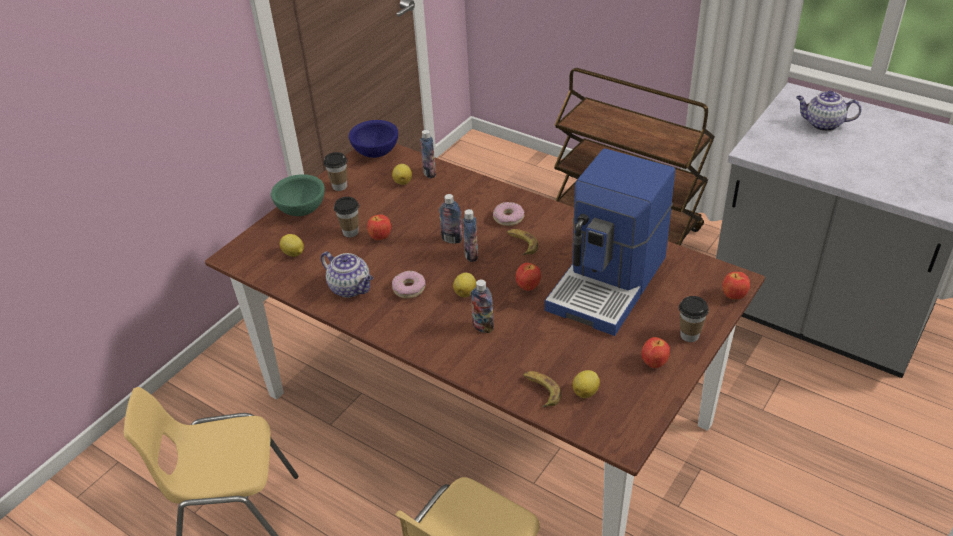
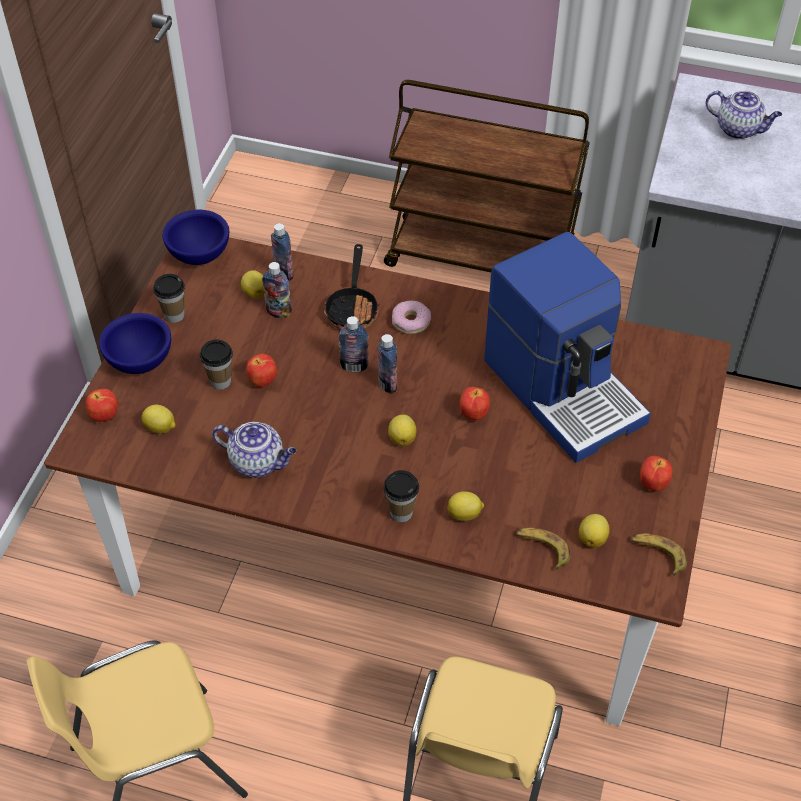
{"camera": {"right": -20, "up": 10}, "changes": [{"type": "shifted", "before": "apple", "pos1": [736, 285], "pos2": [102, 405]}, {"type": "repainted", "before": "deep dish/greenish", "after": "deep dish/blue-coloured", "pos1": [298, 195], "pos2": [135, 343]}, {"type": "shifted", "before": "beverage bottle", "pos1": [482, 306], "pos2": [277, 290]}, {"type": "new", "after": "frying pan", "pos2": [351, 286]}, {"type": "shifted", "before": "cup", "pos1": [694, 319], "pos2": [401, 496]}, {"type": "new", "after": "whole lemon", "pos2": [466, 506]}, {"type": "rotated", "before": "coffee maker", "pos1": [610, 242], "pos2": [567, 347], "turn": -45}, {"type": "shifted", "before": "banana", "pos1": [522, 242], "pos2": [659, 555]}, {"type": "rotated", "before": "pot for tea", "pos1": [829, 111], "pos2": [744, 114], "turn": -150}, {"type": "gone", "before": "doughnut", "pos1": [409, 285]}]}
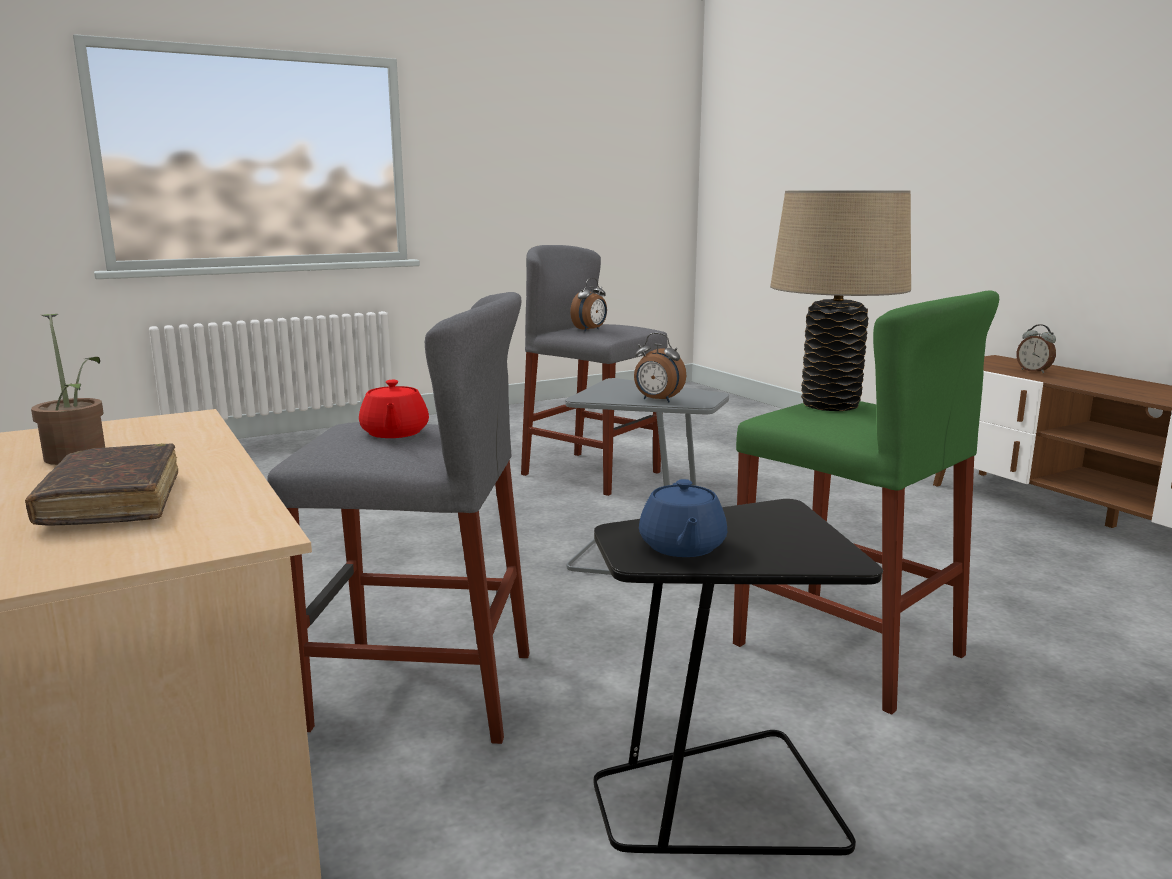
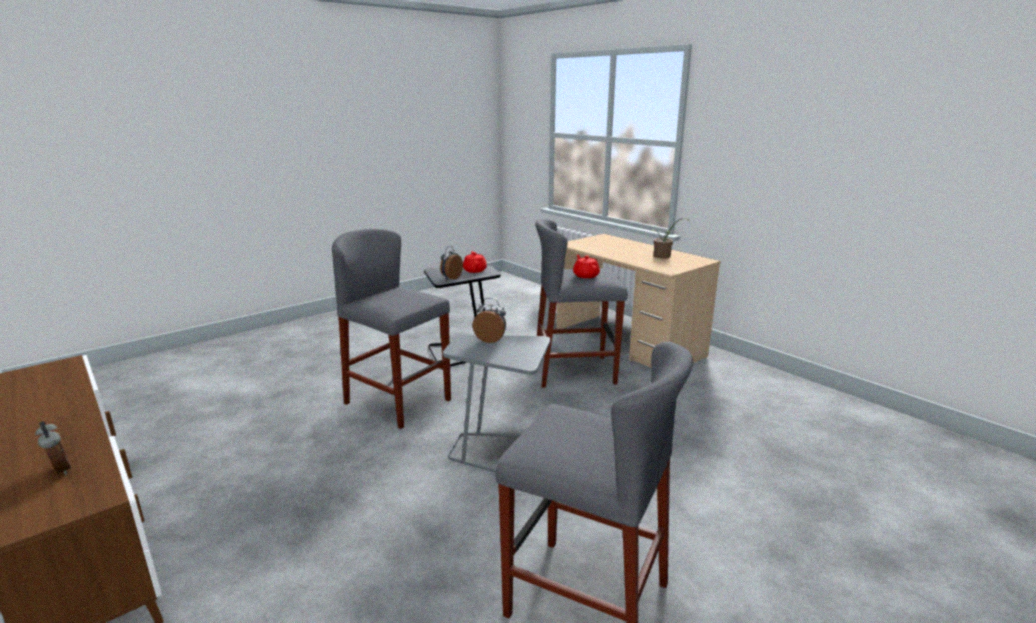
{"camera": {"right": 170, "up": 5}, "changes": [{"type": "repainted", "before": "stool seat/greenish", "after": "stool seat/greyish", "pos1": [866, 502], "pos2": [391, 329]}, {"type": "shifted", "before": "alarm clock", "pos1": [588, 304], "pos2": [451, 263]}, {"type": "repainted", "before": "pot for tea/blue-coloured", "after": "pot for tea/red", "pos1": [683, 518], "pos2": [475, 262]}, {"type": "gone", "before": "bound book/brown-coloured", "pos1": [101, 484]}, {"type": "gone", "before": "table lamp/beige", "pos1": [840, 300]}]}
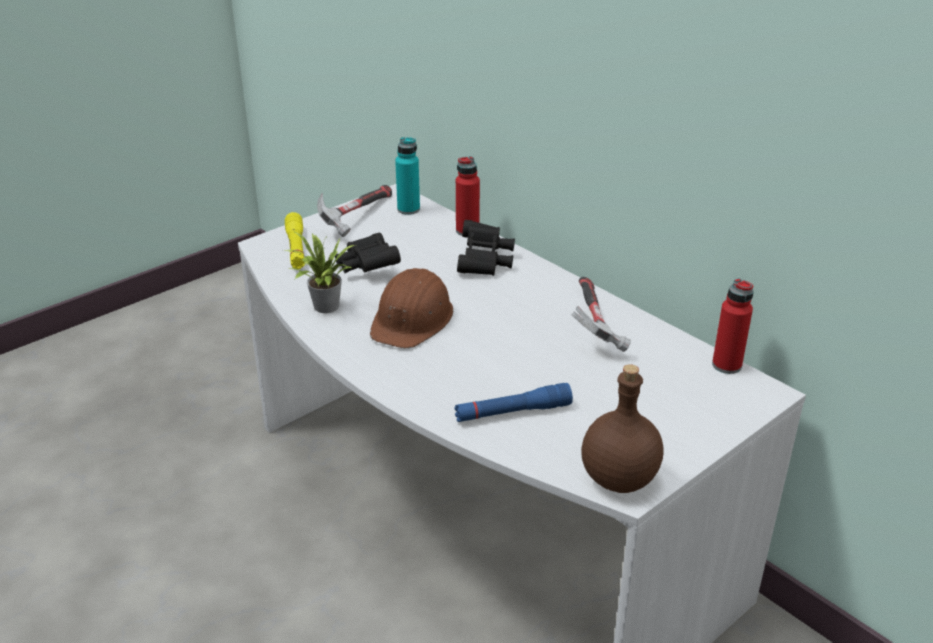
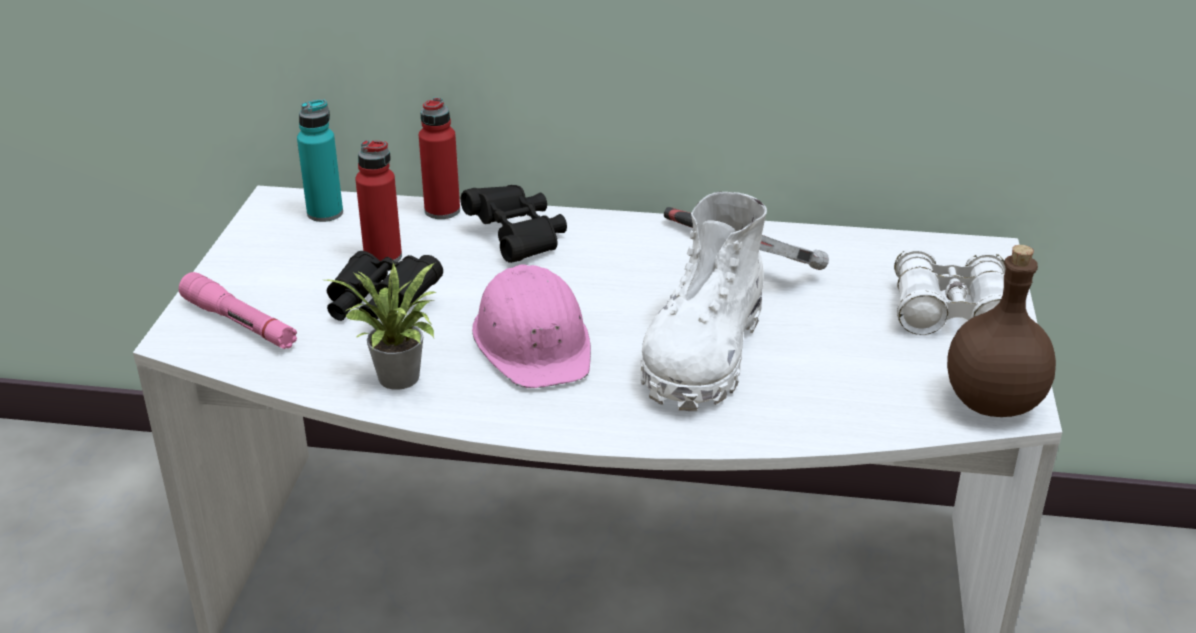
{"camera": {"right": -40, "up": 0}, "changes": [{"type": "repainted", "before": "flashlight/yellow", "after": "flashlight/pink-coloured", "pos1": [295, 240], "pos2": [238, 310]}, {"type": "shifted", "before": "beverage bottle/red", "pos1": [732, 326], "pos2": [378, 201]}, {"type": "repainted", "before": "hard hat/brown-coloured", "after": "hard hat/pink-coloured", "pos1": [411, 308], "pos2": [531, 326]}, {"type": "new", "after": "boot/white-coloured", "pos2": [703, 301]}, {"type": "new", "after": "field glasses/white-coloured", "pos2": [950, 291]}, {"type": "gone", "before": "hand hammer", "pos1": [354, 211]}, {"type": "gone", "before": "flashlight/blue-coloured", "pos1": [513, 402]}]}
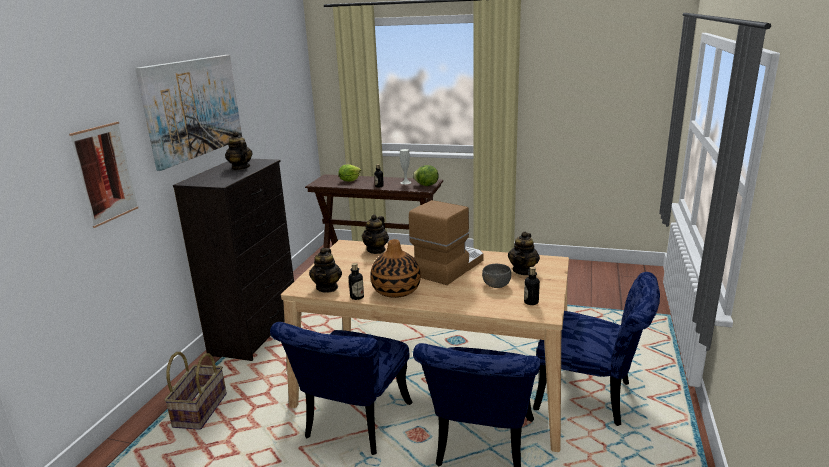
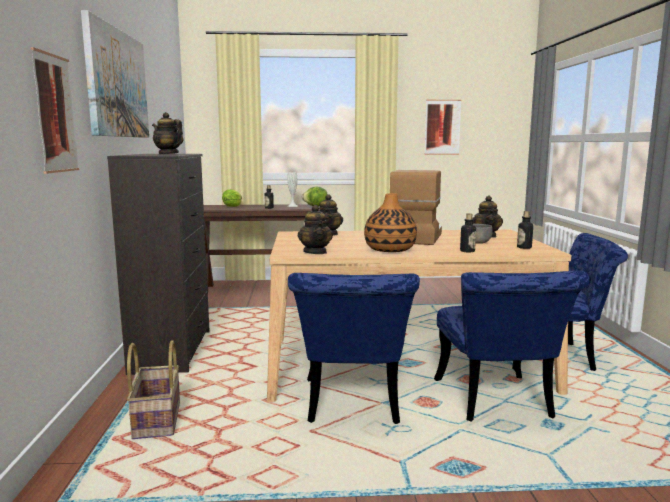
{"camera": {"right": -20, "up": -10}, "changes": [{"type": "new", "after": "wall art", "pos2": [442, 127]}, {"type": "shifted", "before": "beverage bottle", "pos1": [356, 281], "pos2": [468, 232]}]}
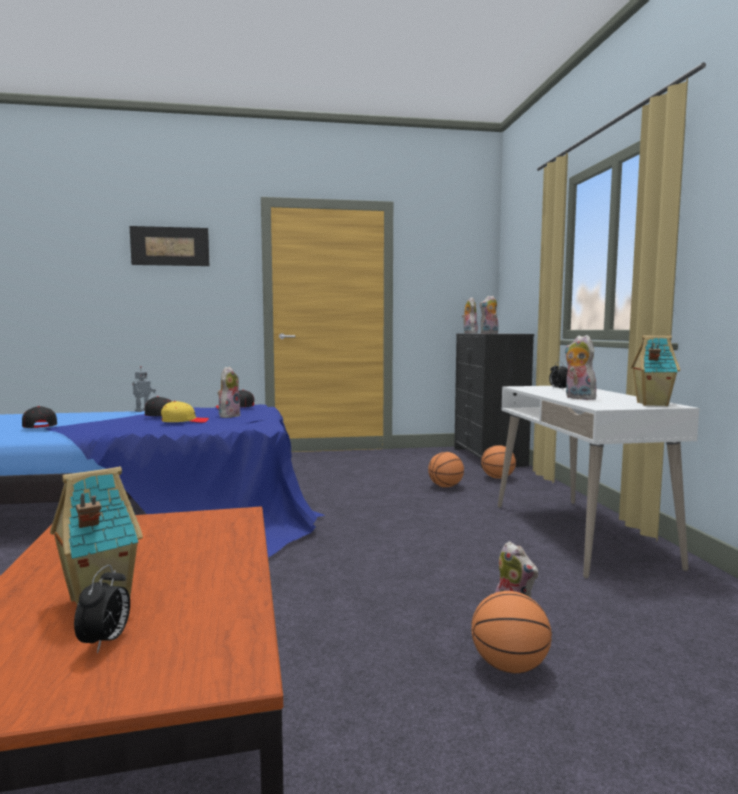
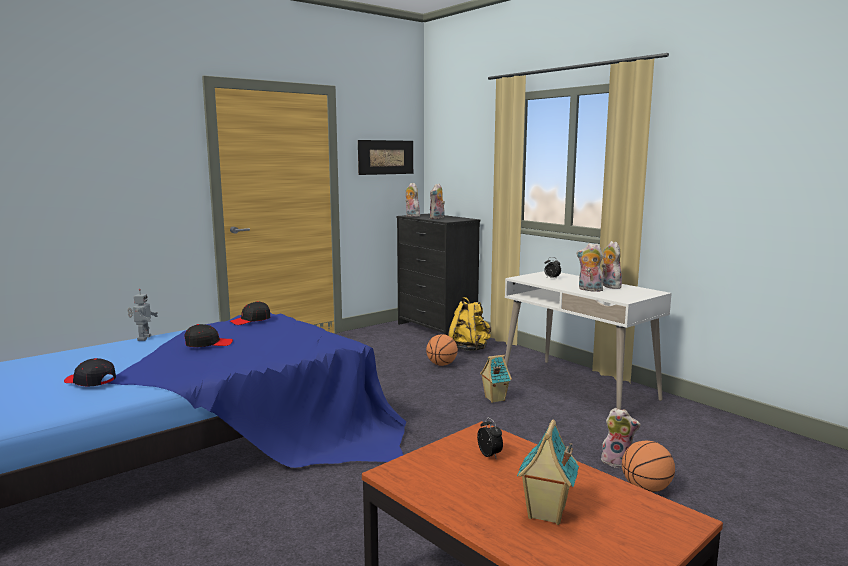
{"camera": {"right": -30, "up": 5}, "changes": [{"type": "shifted", "before": "wall art", "pos1": [169, 246], "pos2": [385, 157]}, {"type": "swapped", "before": "ball for basketball", "after": "backpack/yellow", "pos1": [498, 462], "pos2": [469, 324]}, {"type": "shifted", "before": "alarm clock", "pos1": [102, 609], "pos2": [490, 438]}, {"type": "shifted", "before": "miniature house", "pos1": [655, 370], "pos2": [496, 379]}, {"type": "shifted", "before": "soft toy", "pos1": [229, 392], "pos2": [612, 265]}, {"type": "gone", "before": "baseball cap/yellow", "pos1": [185, 412]}]}
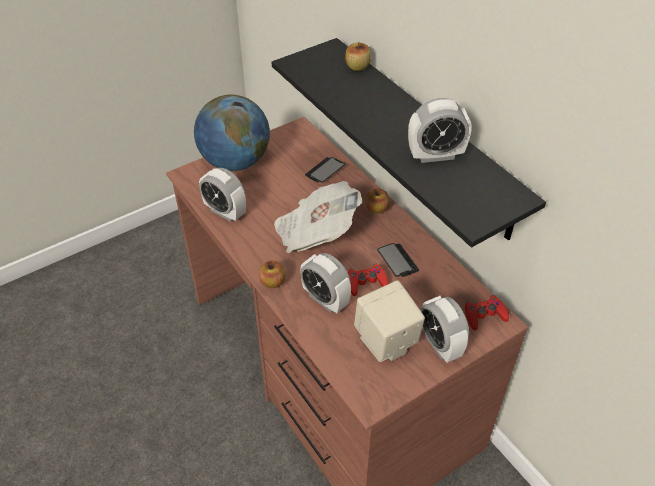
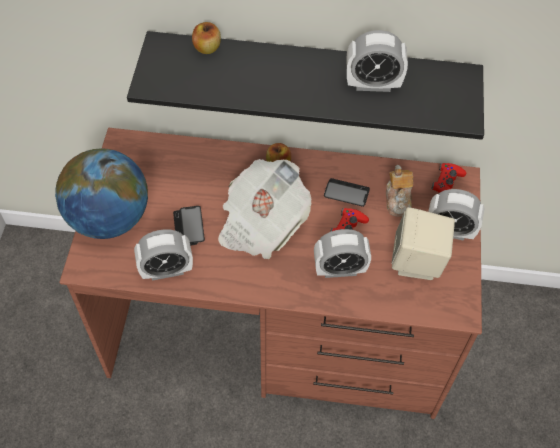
{"camera": {"right": -50, "up": 10}, "changes": [{"type": "shifted", "before": "phone", "pos1": [325, 169], "pos2": [189, 226]}, {"type": "rotated", "before": "alarm clock", "pos1": [439, 130], "pos2": [377, 61], "turn": 60}, {"type": "new", "after": "pot for tea", "pos2": [399, 191]}, {"type": "gone", "before": "apple", "pos1": [272, 274]}]}
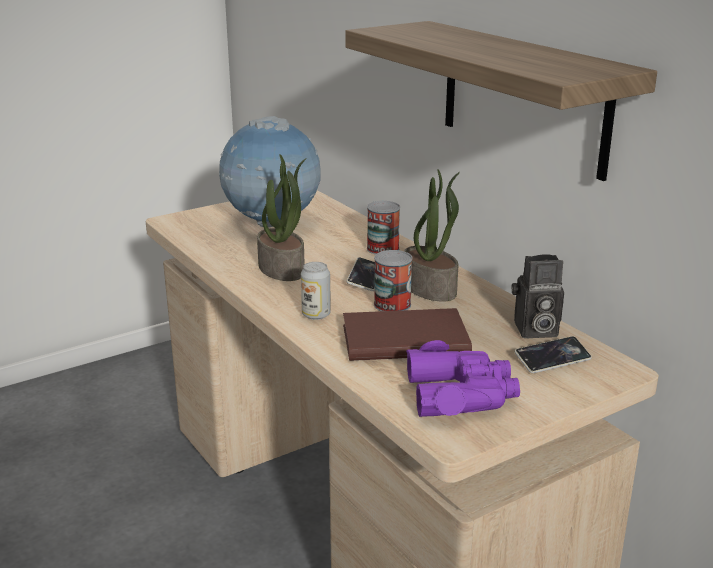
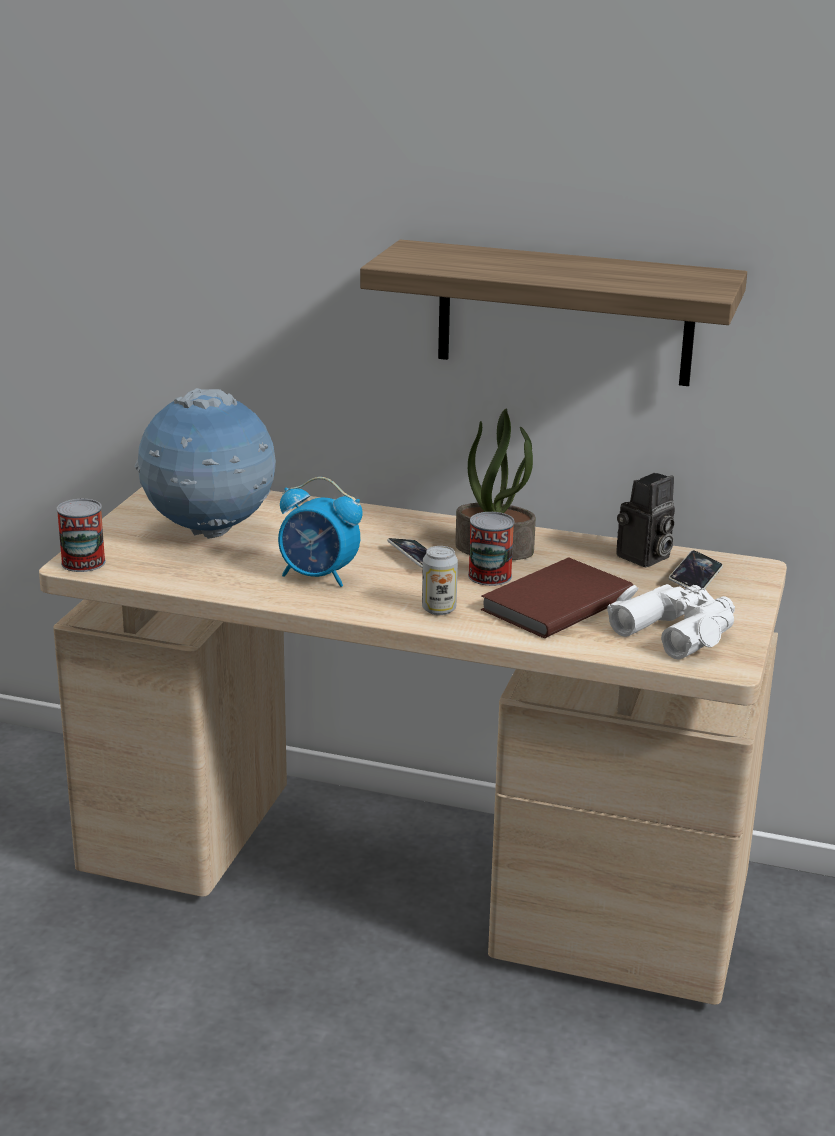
{"camera": {"right": -40, "up": 0}, "changes": [{"type": "shifted", "before": "can", "pos1": [383, 228], "pos2": [81, 535]}, {"type": "swapped", "before": "houseplant", "after": "alarm clock", "pos1": [282, 217], "pos2": [320, 532]}, {"type": "repainted", "before": "field glasses/purplish", "after": "field glasses/white-coloured", "pos1": [463, 378], "pos2": [671, 622]}]}
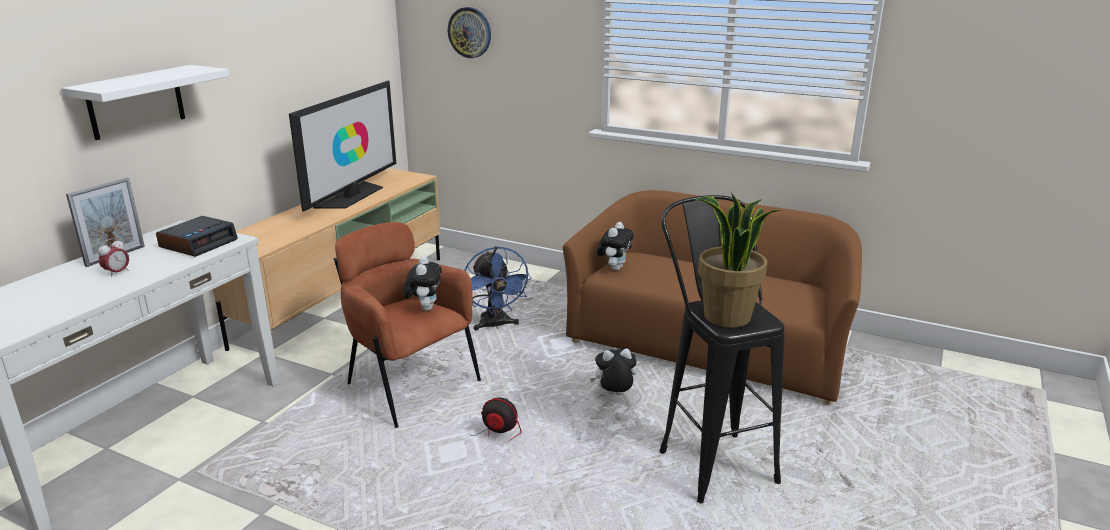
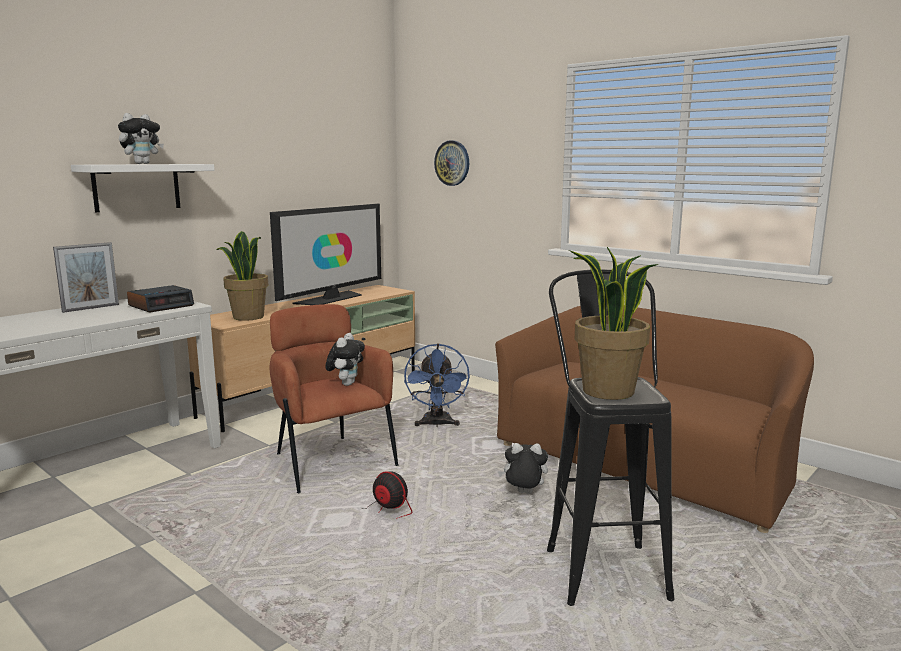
{"camera": {"right": 15, "up": -10}, "changes": [{"type": "shifted", "before": "soft toy", "pos1": [615, 246], "pos2": [141, 138]}, {"type": "new", "after": "houseplant", "pos2": [242, 276]}, {"type": "gone", "before": "alarm clock", "pos1": [113, 257]}]}
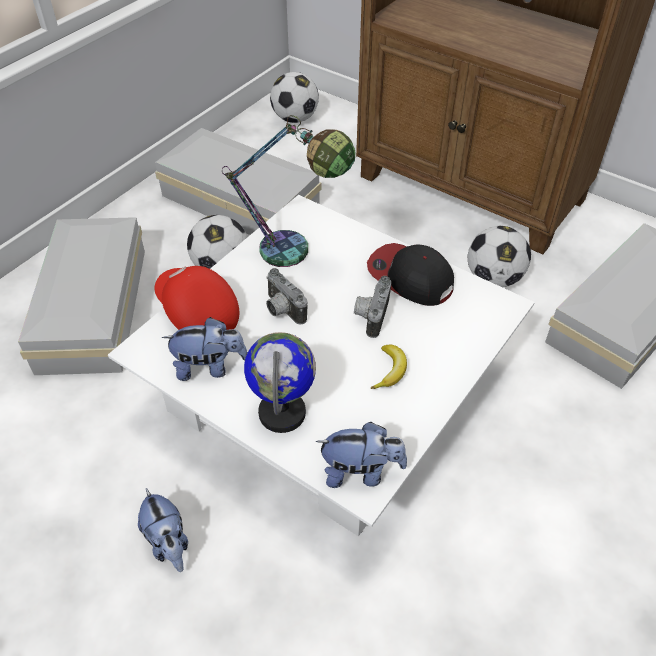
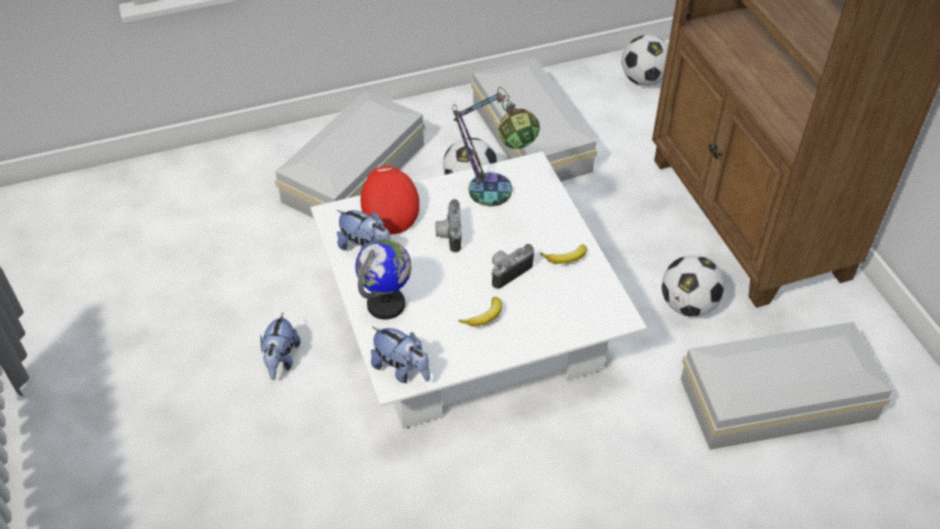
{"camera": {"right": 35, "up": 0}, "changes": [{"type": "swapped", "before": "baseball cap", "after": "banana", "pos1": [410, 274], "pos2": [563, 254]}]}
